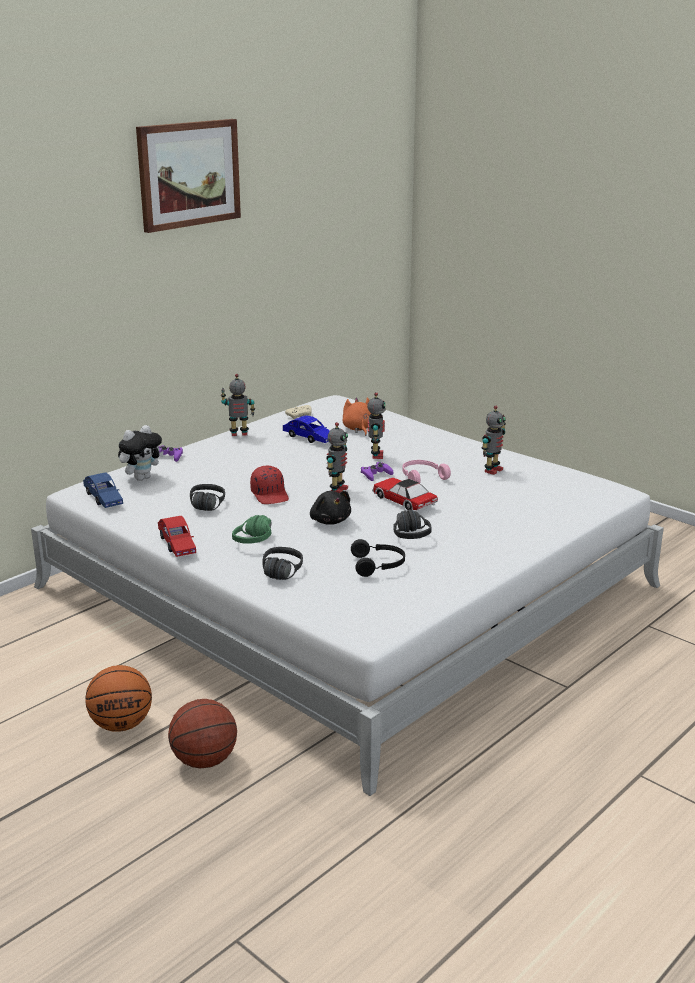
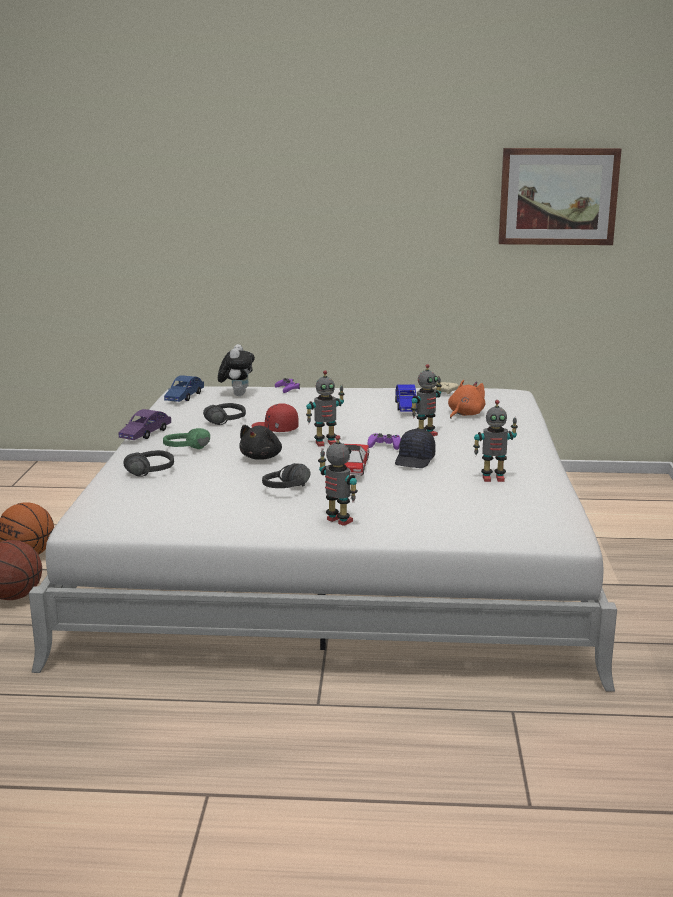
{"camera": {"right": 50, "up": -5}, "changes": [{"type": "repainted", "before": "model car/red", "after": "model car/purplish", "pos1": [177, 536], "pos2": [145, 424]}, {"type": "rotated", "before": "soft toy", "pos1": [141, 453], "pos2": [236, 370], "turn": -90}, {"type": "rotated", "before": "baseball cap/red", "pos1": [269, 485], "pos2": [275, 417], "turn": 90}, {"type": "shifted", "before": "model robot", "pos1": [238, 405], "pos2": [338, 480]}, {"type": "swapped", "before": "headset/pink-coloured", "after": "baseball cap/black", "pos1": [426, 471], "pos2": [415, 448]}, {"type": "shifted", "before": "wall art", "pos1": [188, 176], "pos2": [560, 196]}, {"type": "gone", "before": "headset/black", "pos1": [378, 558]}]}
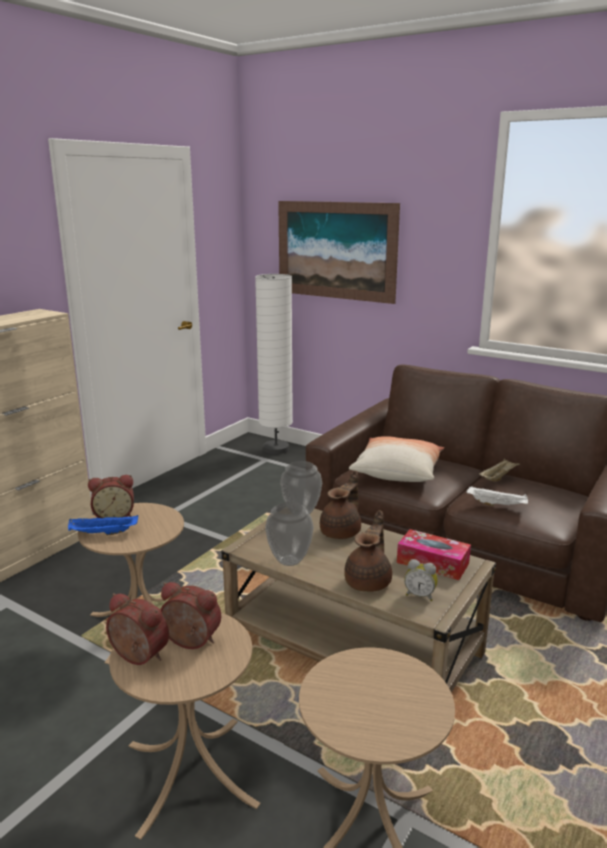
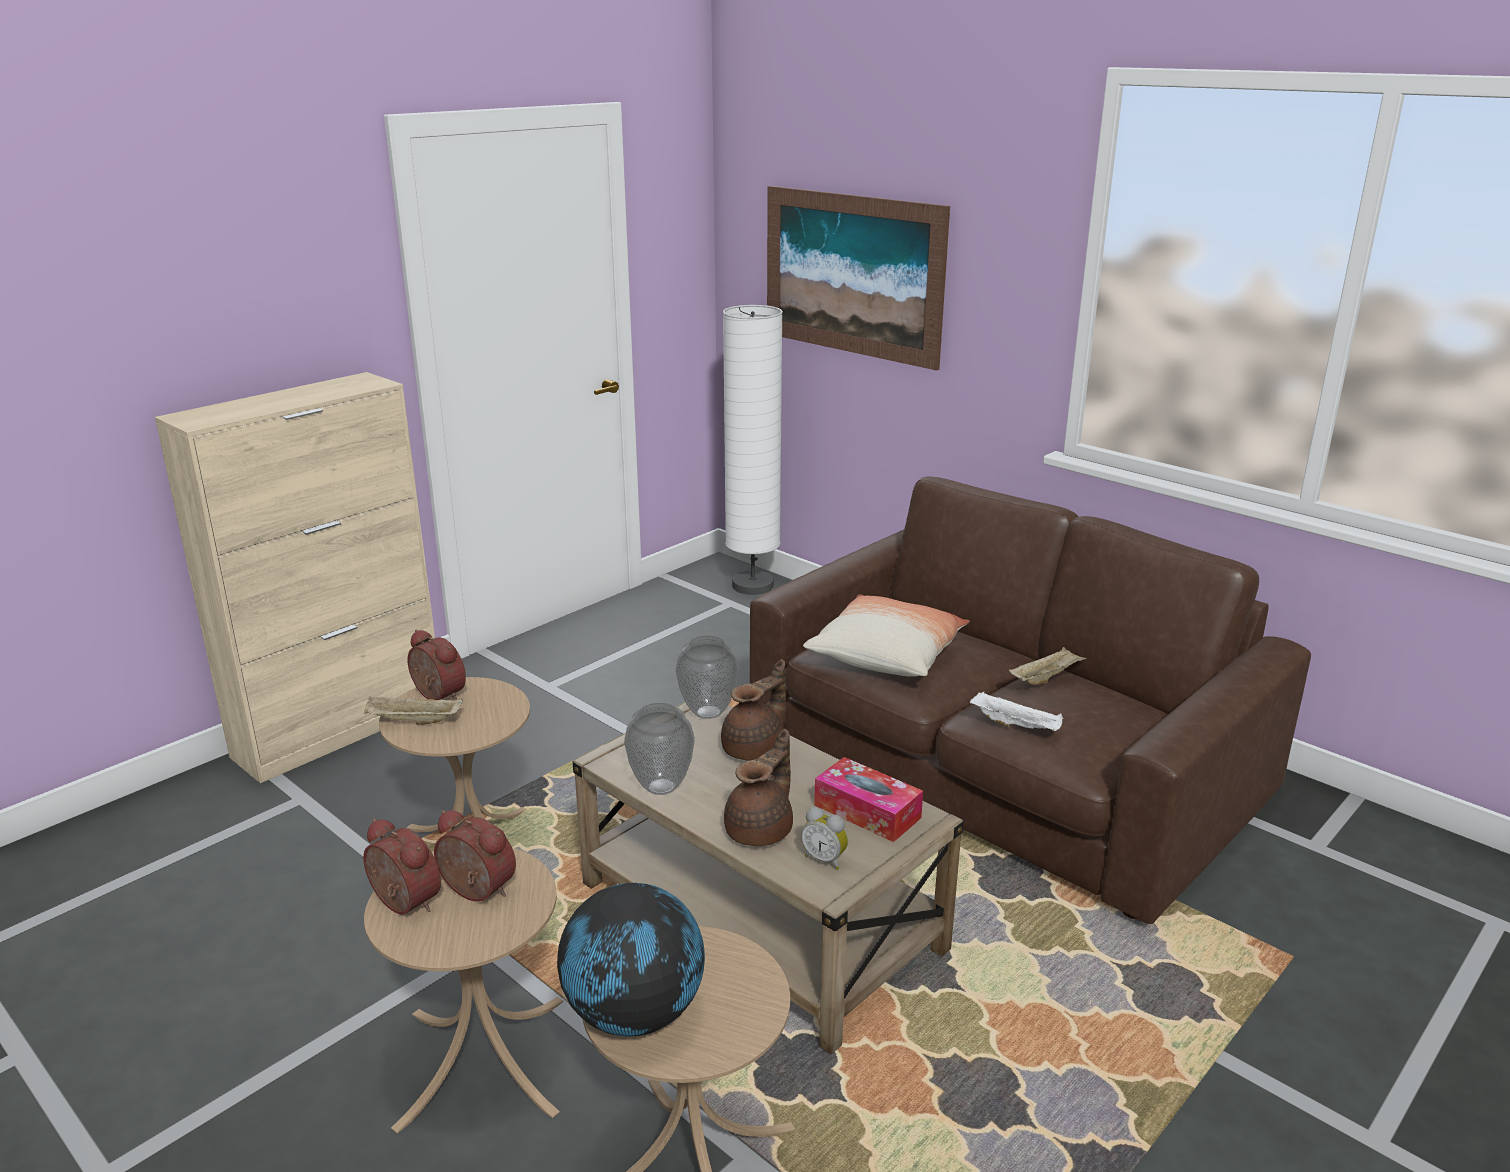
{"camera": {"right": 10, "up": 5}, "changes": [{"type": "repainted", "before": "serving tray/blue-coloured", "after": "serving tray/beige", "pos1": [103, 525], "pos2": [413, 711]}, {"type": "rotated", "before": "alarm clock", "pos1": [111, 496], "pos2": [437, 664], "turn": -135}, {"type": "new", "after": "globe", "pos2": [631, 960]}]}
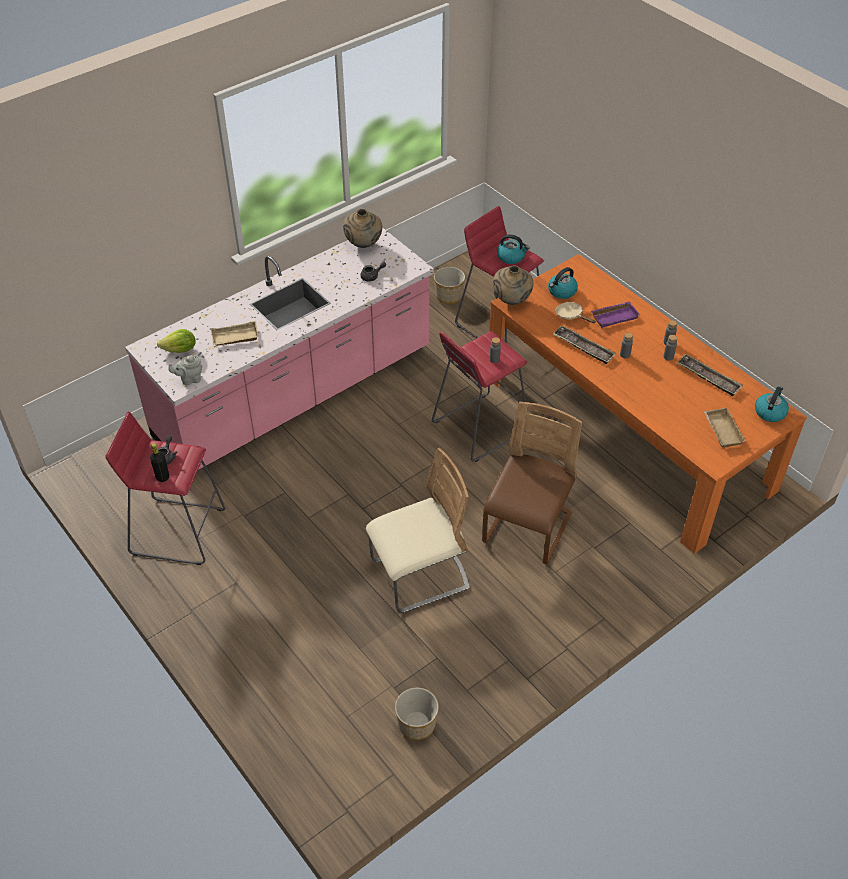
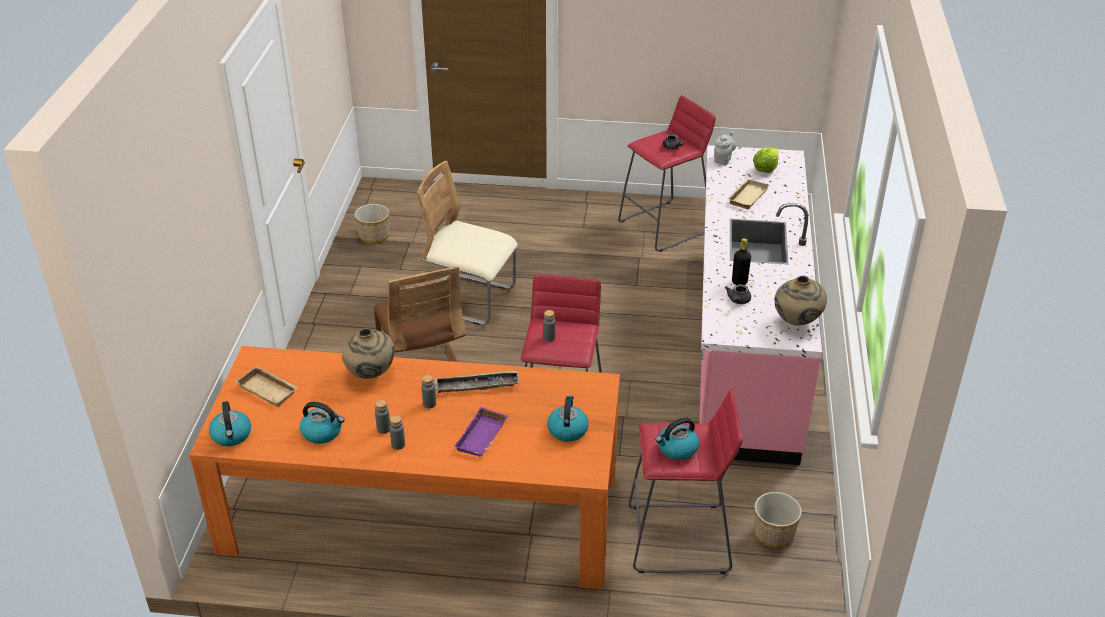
{"camera": {"right": 135, "up": -10}, "changes": [{"type": "swapped", "before": "serving tray", "after": "kettle", "pos1": [710, 375], "pos2": [322, 423]}, {"type": "shifted", "before": "decorative vase/beige", "pos1": [513, 285], "pos2": [368, 353]}, {"type": "rotated", "before": "upright chair/beige", "pos1": [418, 530], "pos2": [467, 243], "turn": 90}, {"type": "shifted", "before": "beverage bottle/black", "pos1": [159, 462], "pos2": [741, 261]}, {"type": "gone", "before": "frying pan/beige", "pos1": [576, 312]}]}
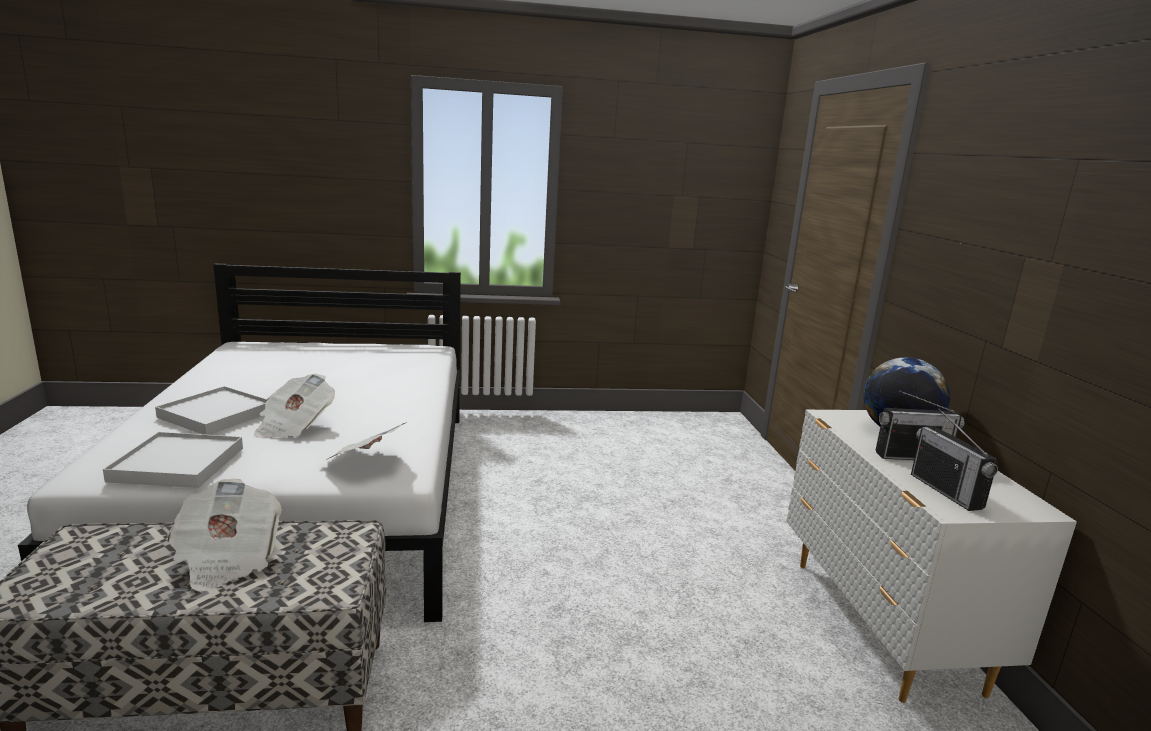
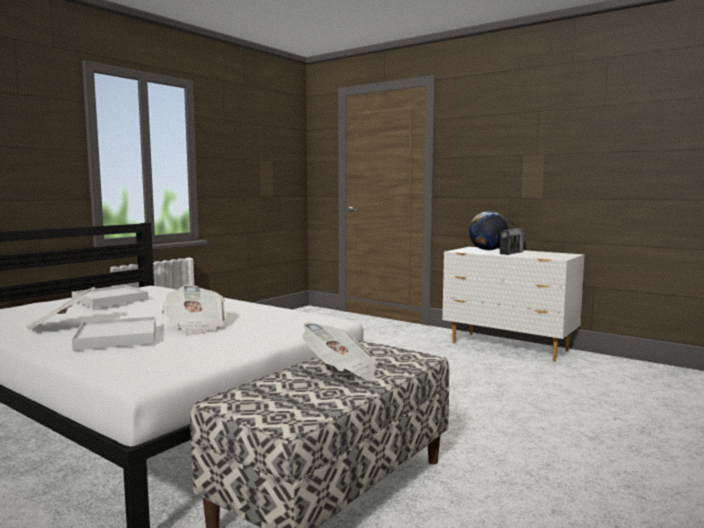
{"camera": {"right": -45, "up": -10}, "changes": [{"type": "shifted", "before": "printed paper", "pos1": [366, 441], "pos2": [60, 308]}, {"type": "shifted", "before": "serving tray/white-coloured", "pos1": [173, 460], "pos2": [110, 296]}, {"type": "gone", "before": "radio receiver", "pos1": [954, 459]}]}
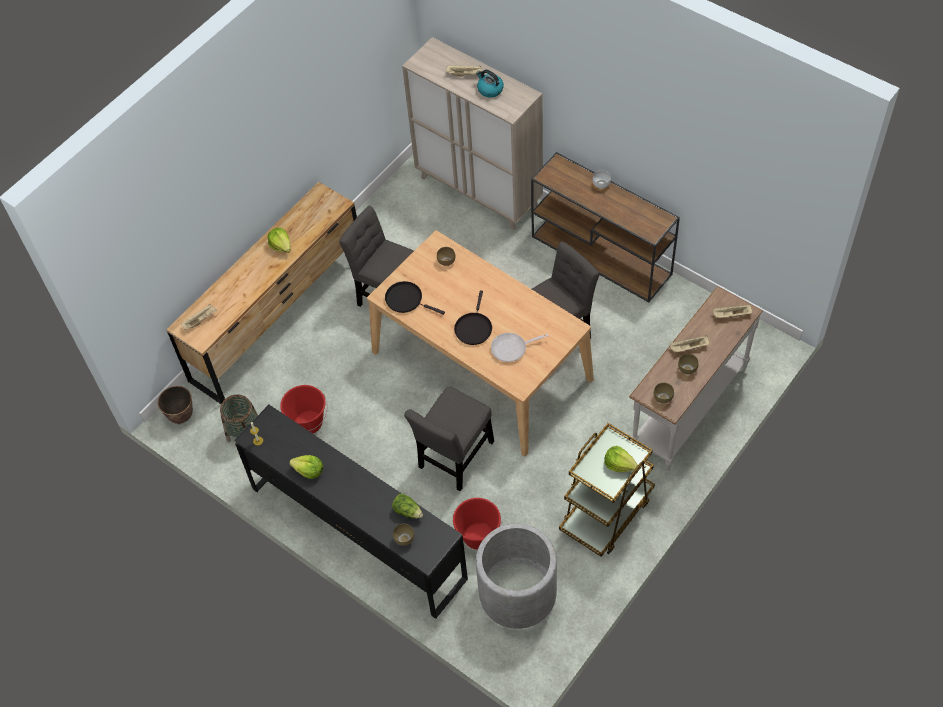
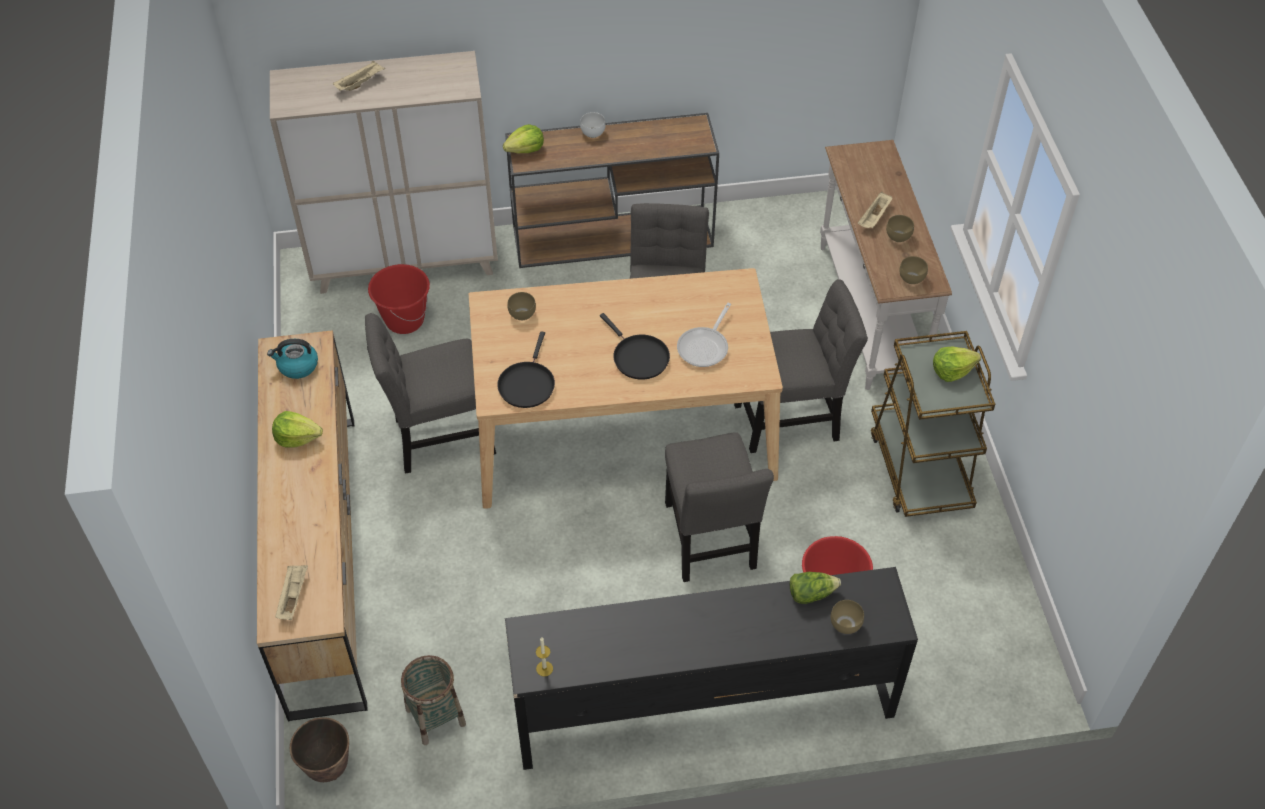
{"camera": {"right": -50, "up": -5}, "changes": [{"type": "shifted", "before": "kettle", "pos1": [490, 84], "pos2": [292, 359]}, {"type": "shifted", "before": "pail/red", "pos1": [304, 409], "pos2": [399, 299]}, {"type": "rotated", "before": "frying pan/black", "pos1": [415, 298], "pos2": [526, 369], "turn": -60}, {"type": "shifted", "before": "head of lettuce", "pos1": [306, 467], "pos2": [523, 138]}, {"type": "new", "after": "upright chair/greyish", "pos2": [801, 366]}, {"type": "gone", "before": "plant pot/greyish", "pos1": [516, 576]}, {"type": "gone", "before": "serving tray/beige", "pos1": [732, 311]}]}
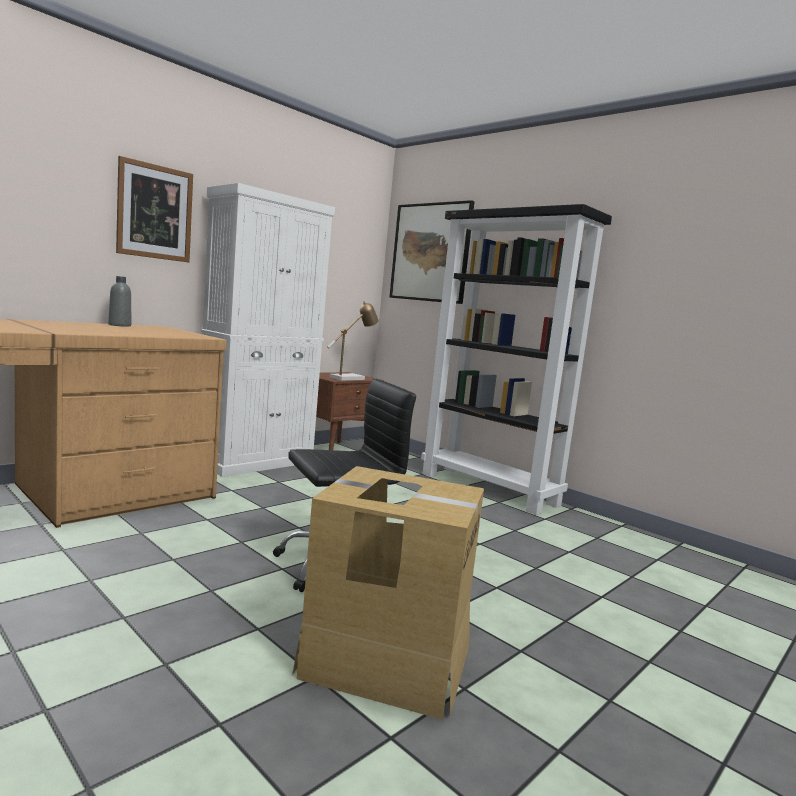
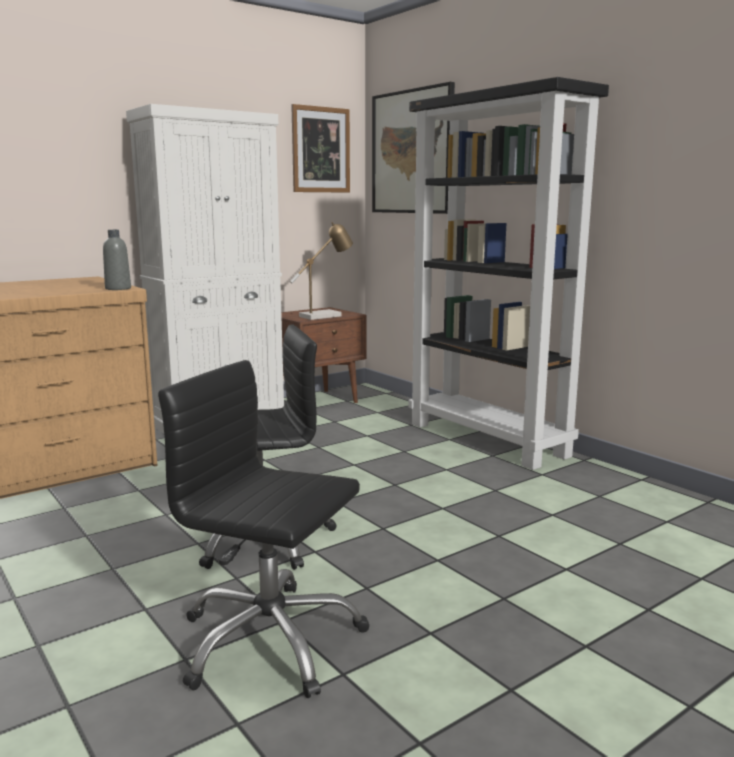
{"camera": {"right": 10, "up": 5}, "changes": [{"type": "shifted", "before": "beverage bottle/greyish", "pos1": [119, 301], "pos2": [117, 260]}, {"type": "swapped", "before": "cardboard box", "after": "computer chair/black", "pos1": [388, 593], "pos2": [264, 529]}, {"type": "shifted", "before": "wall art", "pos1": [154, 209], "pos2": [320, 148]}]}
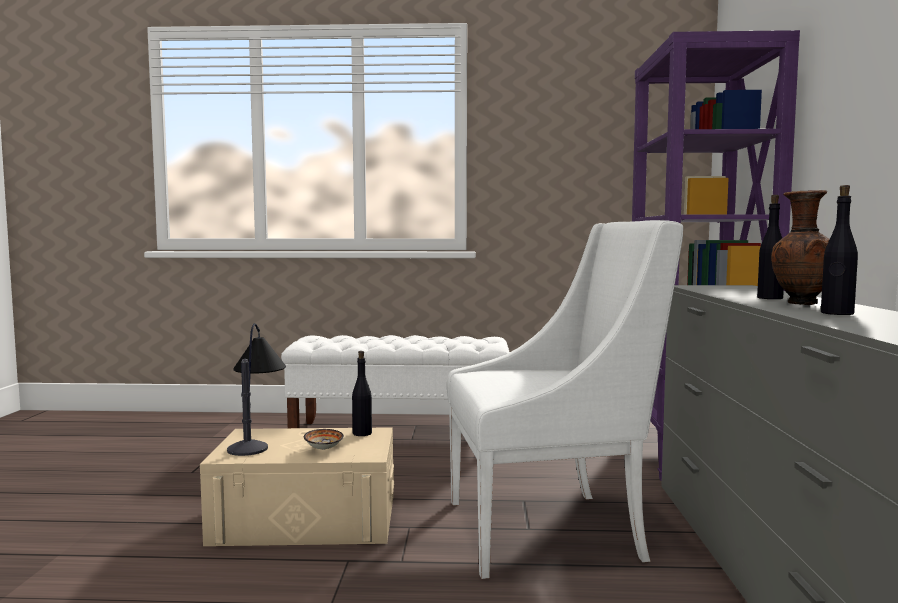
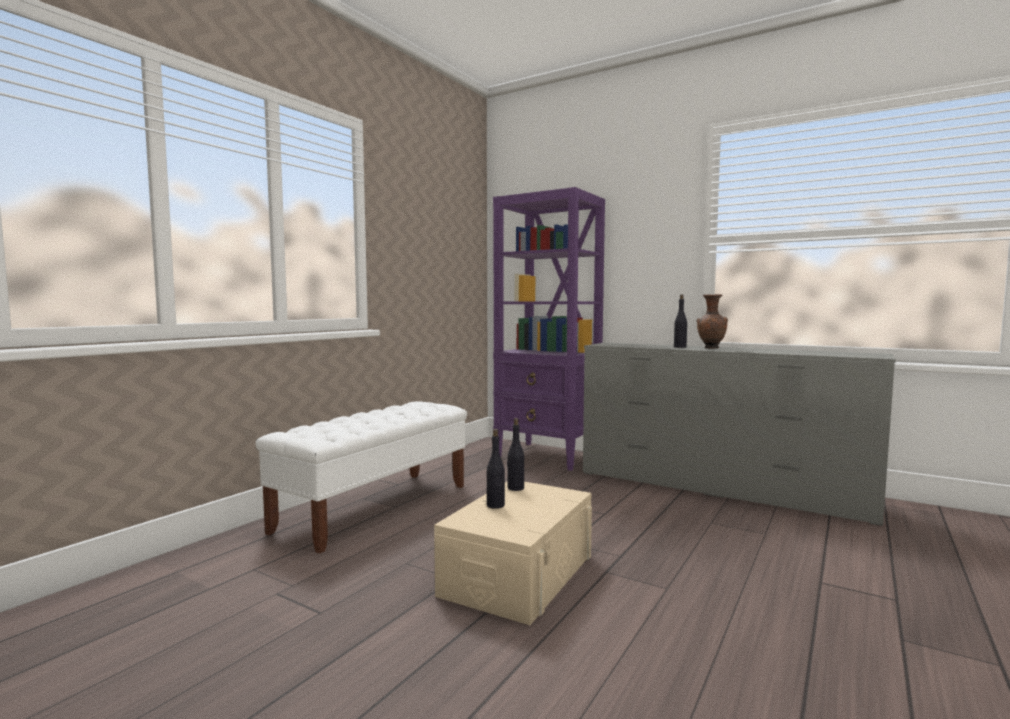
{"camera": {"right": -60, "up": 0}, "changes": [{"type": "shifted", "before": "beverage bottle/black", "pos1": [839, 250], "pos2": [496, 469]}, {"type": "gone", "before": "table lamp", "pos1": [256, 389]}, {"type": "gone", "before": "deep dish", "pos1": [324, 439]}, {"type": "gone", "before": "lounge chair/white-coloured", "pos1": [565, 399]}]}
